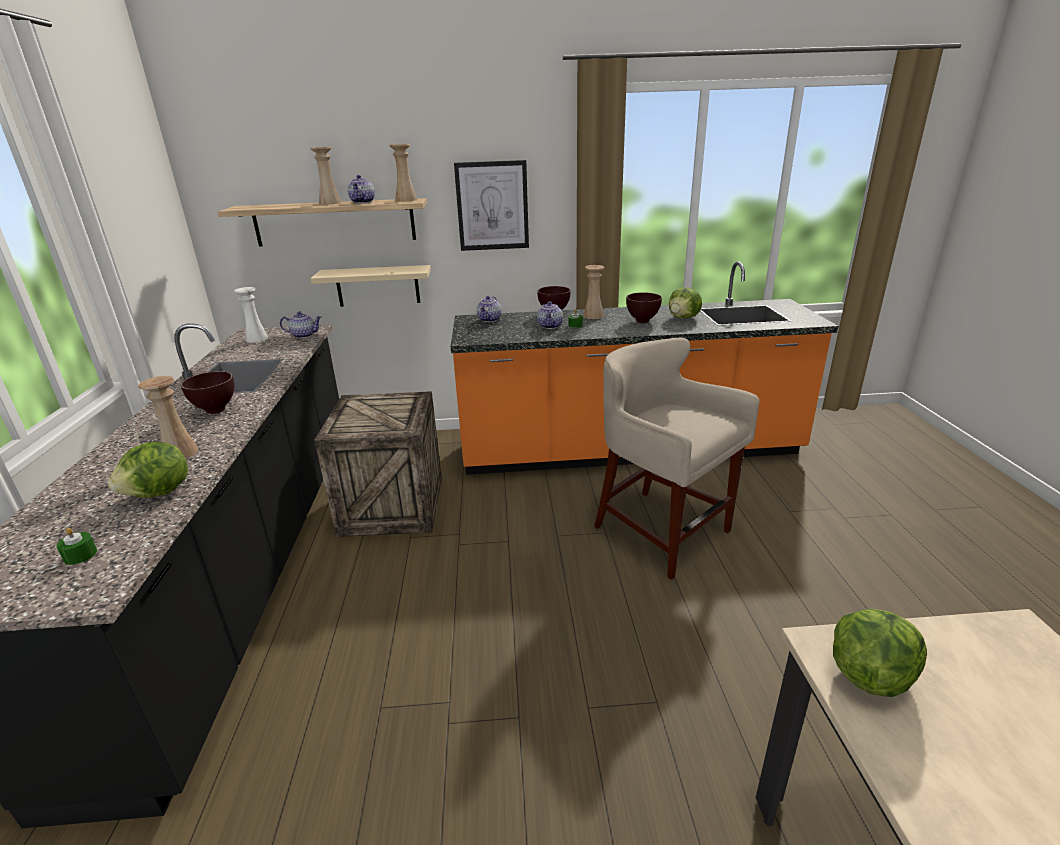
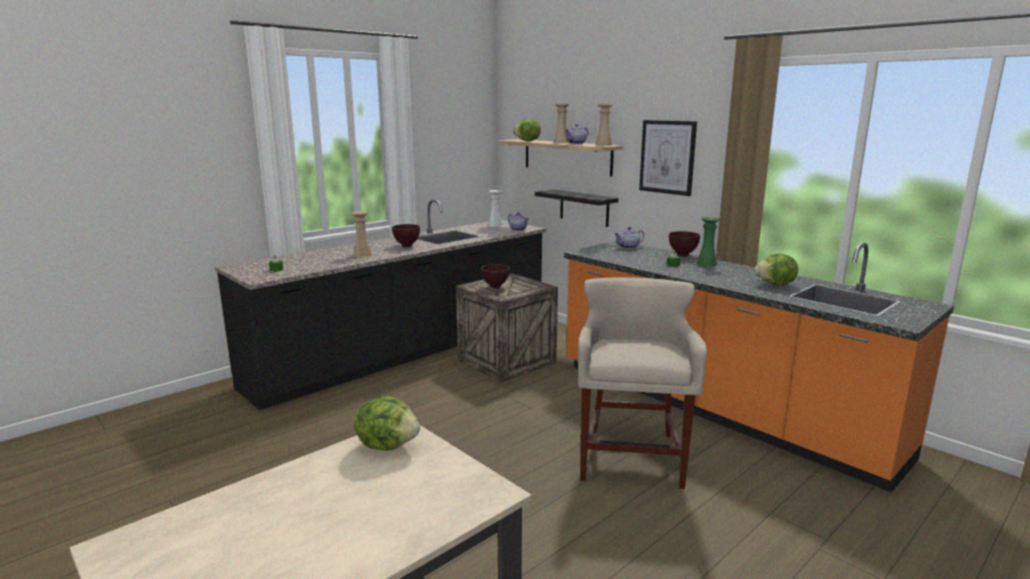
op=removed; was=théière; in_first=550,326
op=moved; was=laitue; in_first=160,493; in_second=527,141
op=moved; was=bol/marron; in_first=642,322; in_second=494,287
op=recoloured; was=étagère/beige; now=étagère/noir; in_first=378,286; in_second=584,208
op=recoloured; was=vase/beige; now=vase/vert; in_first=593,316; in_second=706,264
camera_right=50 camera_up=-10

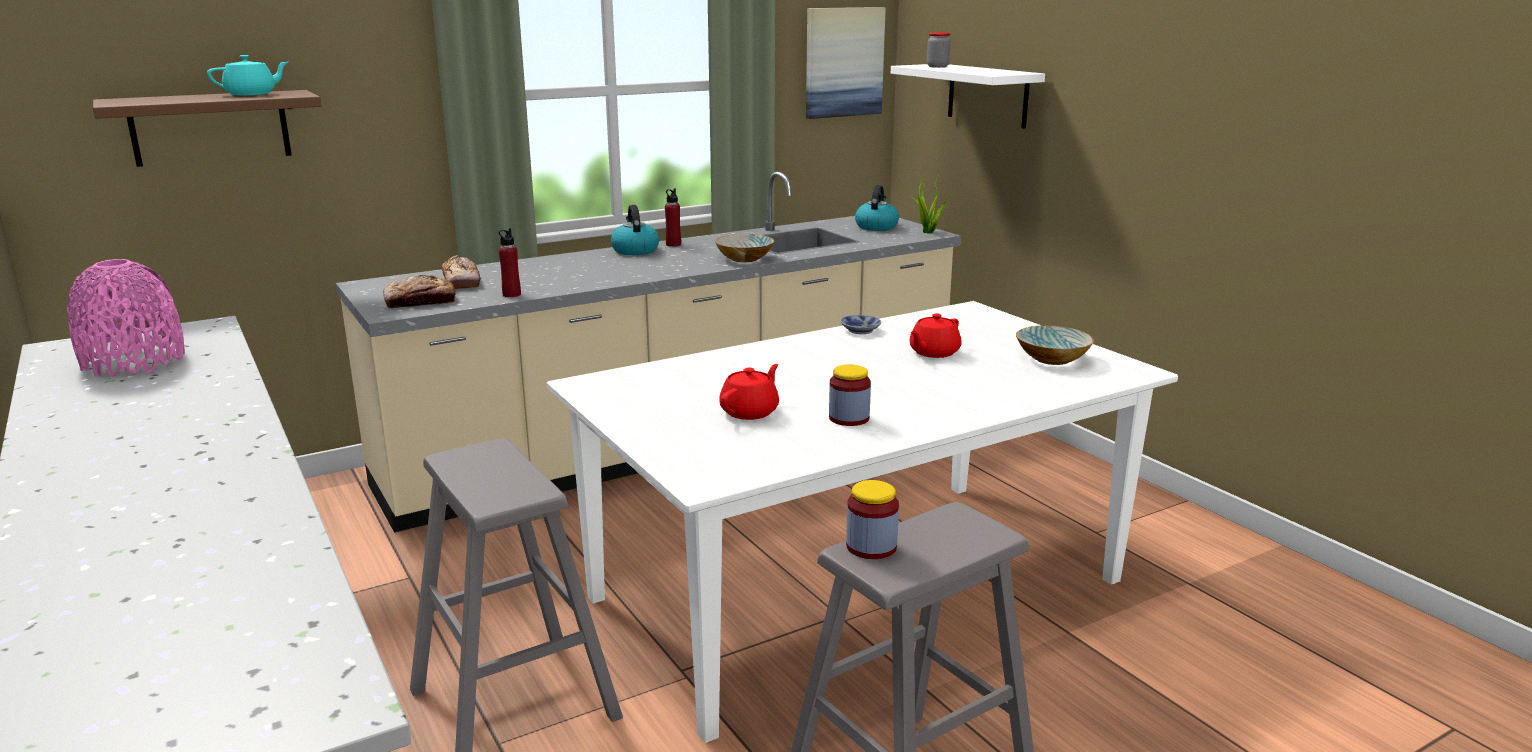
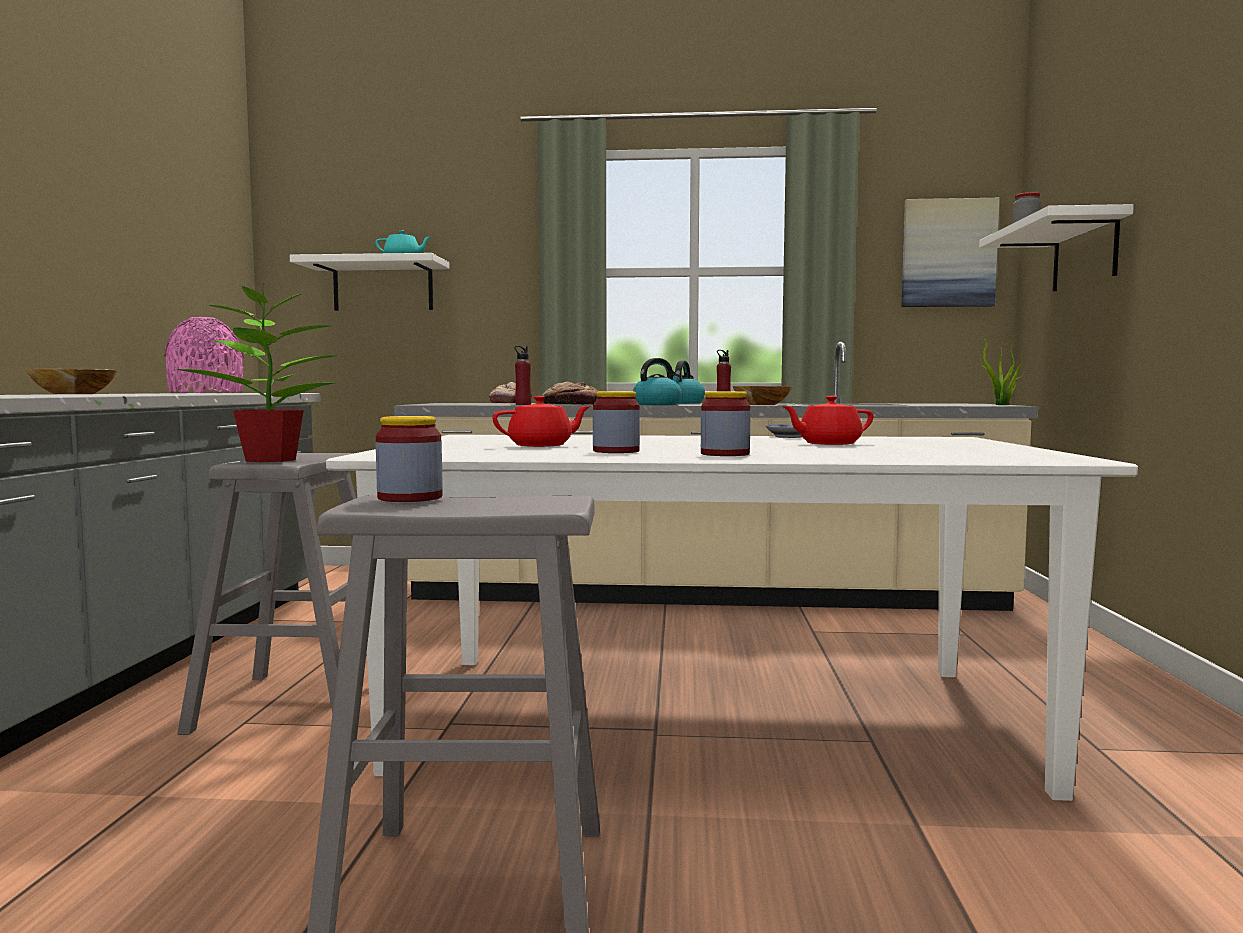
op=added; now=plante en pot; in_second=273,460
op=added; now=bocal; in_second=725,454
op=moved; was=pain; in_first=420,302; in_second=571,404
op=moved; was=bouilloire; in_first=876,227; in_second=657,404
op=moved; was=bol; in_first=1053,359; in_second=74,394
op=recoloured; was=étagère/marron; now=étagère/blanc; in_first=210,127; in_second=383,286
camera_right=35 camera_up=-15

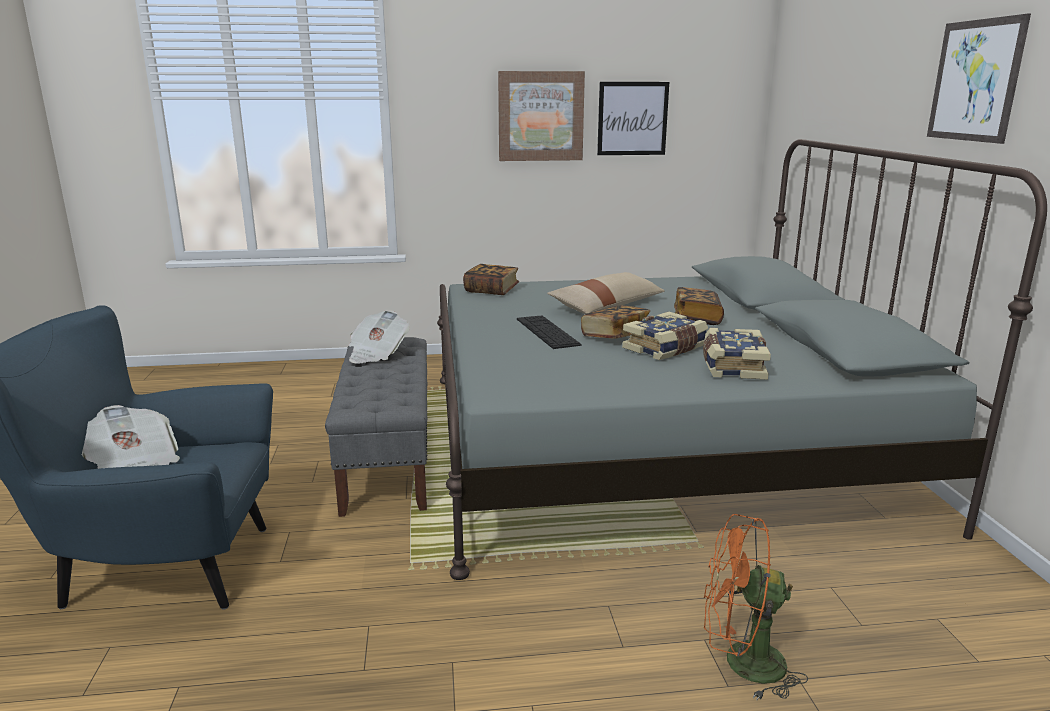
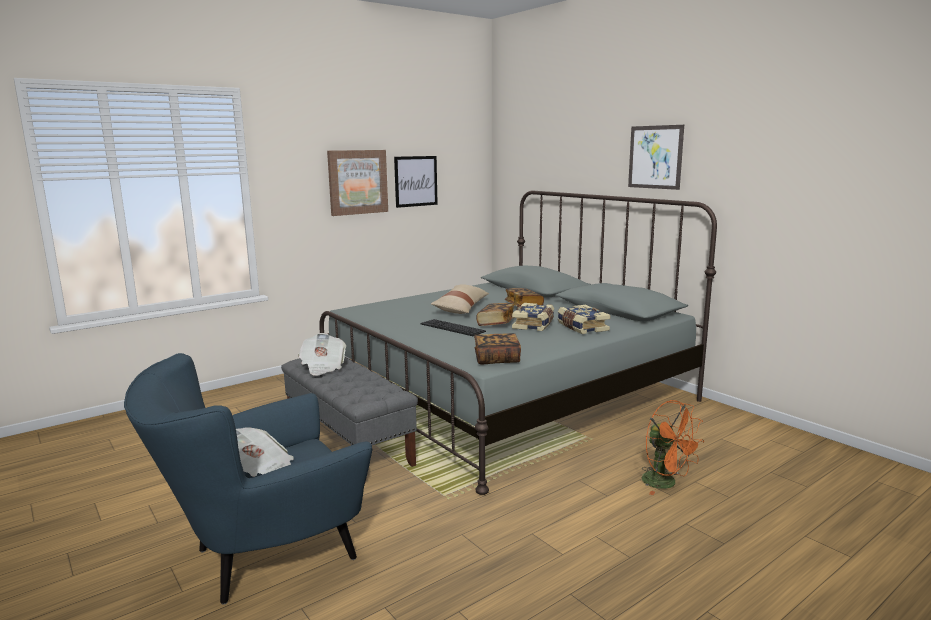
op=moved; was=livre; in_first=491,290; in_second=497,359
op=turned; was=ventilateur/orange; in_first=741,663; in_second=666,483; clockwise=-105
camera_right=-30 camera_up=-5

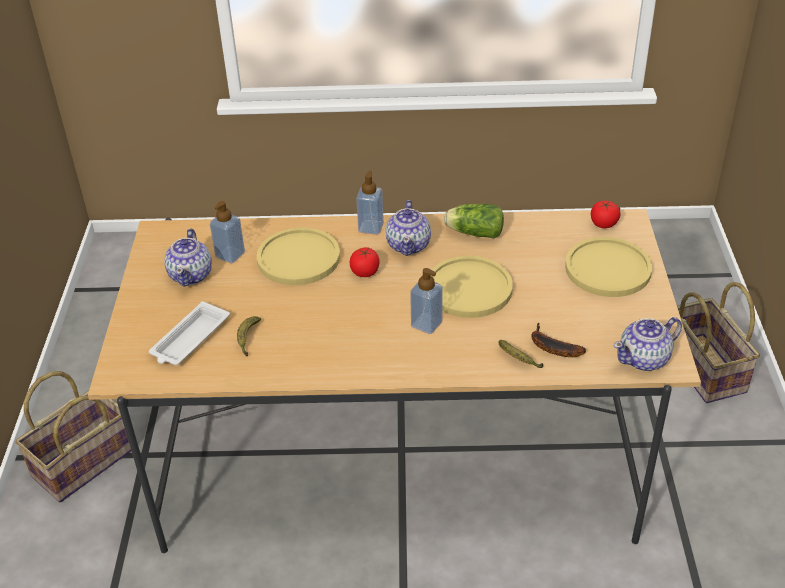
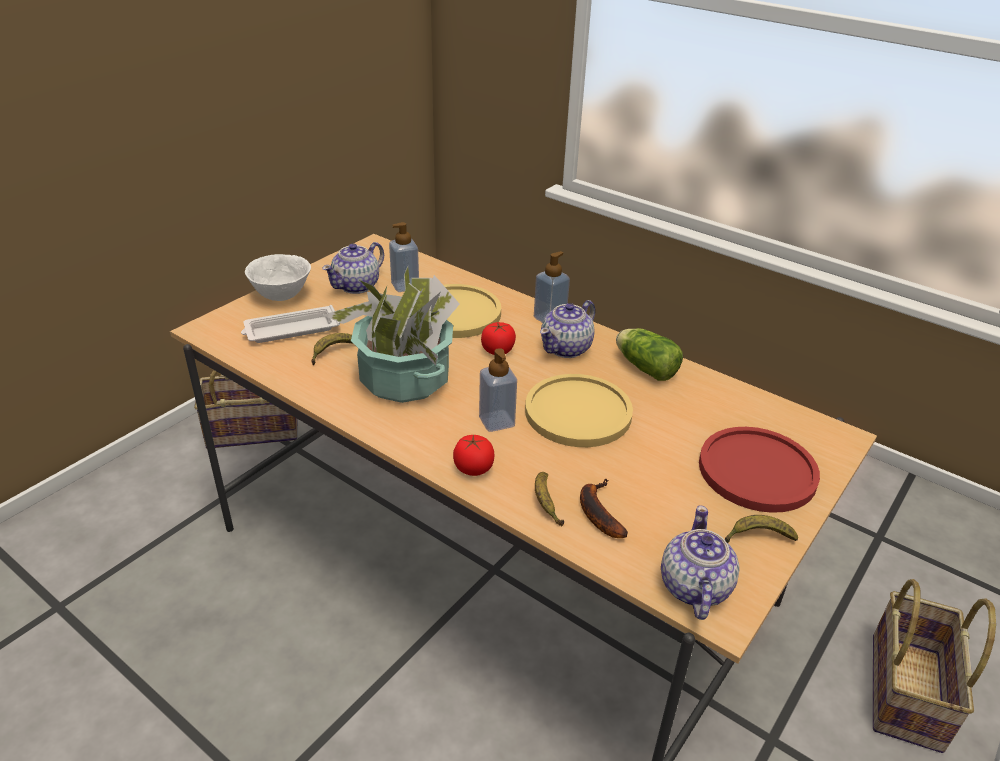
op=added; now=bol/blanc; in_second=282,296
op=added; now=plante en pot; in_second=405,379
op=added; now=banane; in_second=757,537
op=moved; was=tomate; in_first=603,224; in_second=473,468
op=recoloured; was=assiette/jaune; now=assiette/rouge; in_first=608,269; in_second=757,471
op=turned; was=théière; in_first=644,359; in_second=693,587; clockwise=90
camera_right=35 camera_up=-5

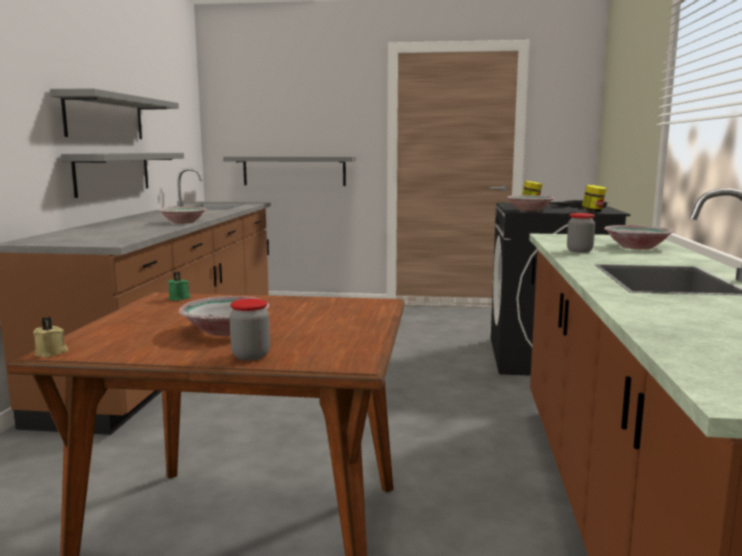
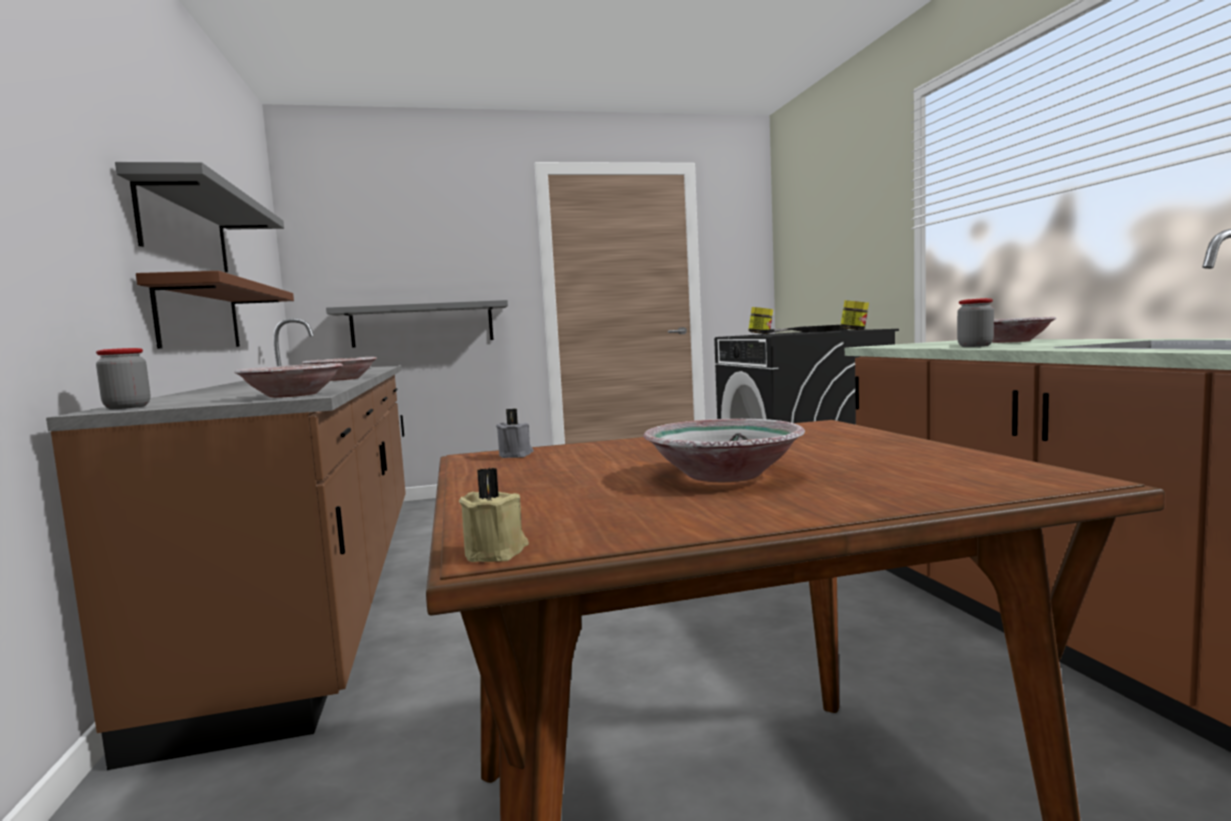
op=moved; was=bocal; in_first=251,355; in_second=127,407
op=moved; was=bol; in_first=530,210; in_second=294,395
op=recoloured; was=étagère/gris; now=étagère/marron; in_first=113,173; in_second=200,316
op=recoloured; was=bougie/vert; now=bougie/gris; in_first=180,298; in_second=516,455
camera_right=-20 camera_up=-5

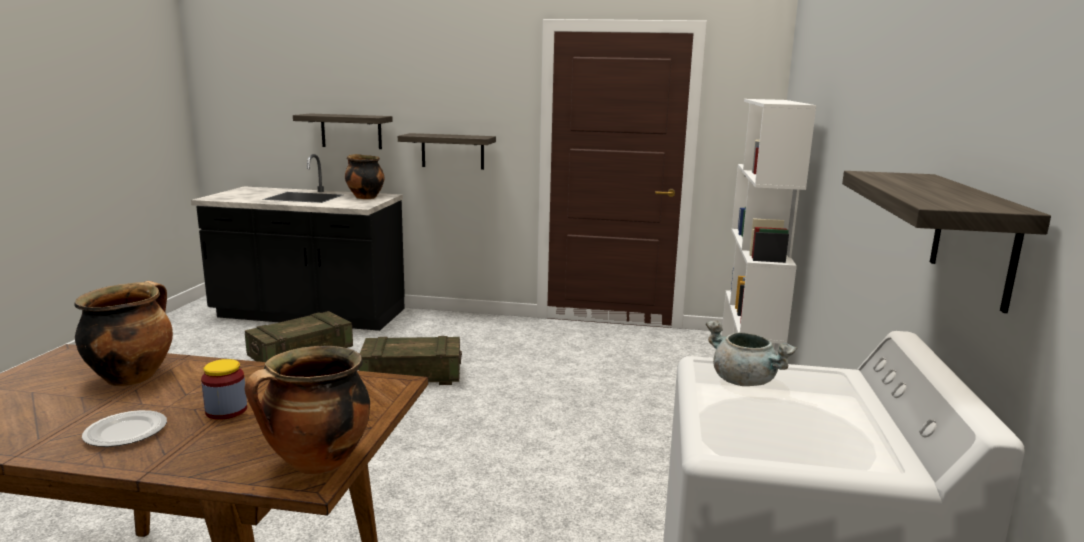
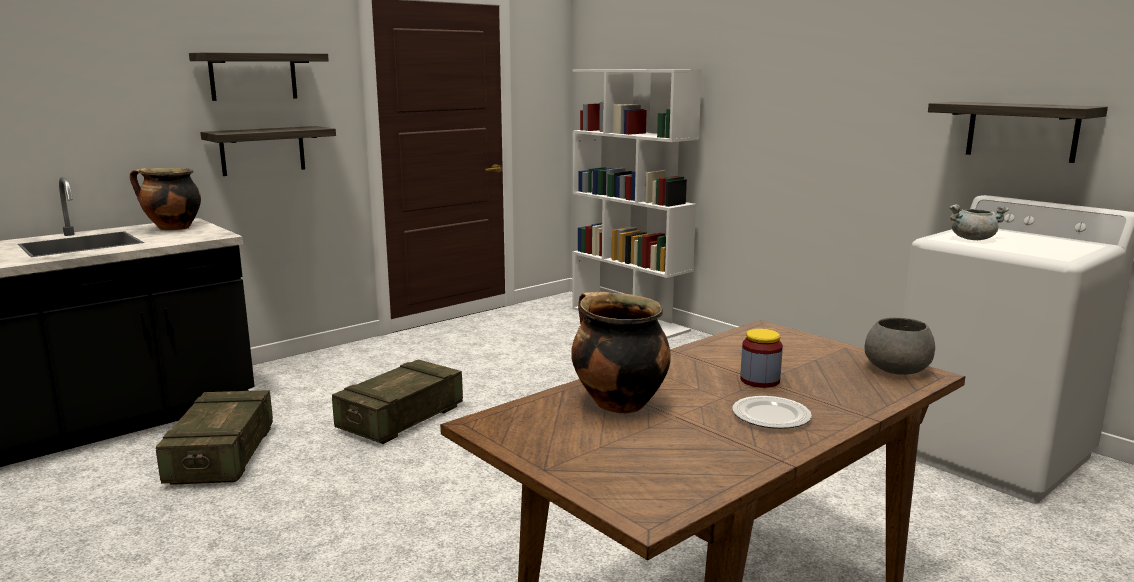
op=moved; was=étagère; in_first=351,131; in_second=253,76
op=replaced; was=marmite; now=bol/gris; in_first=317,463; in_second=898,369
camera_right=-50 camera_up=0

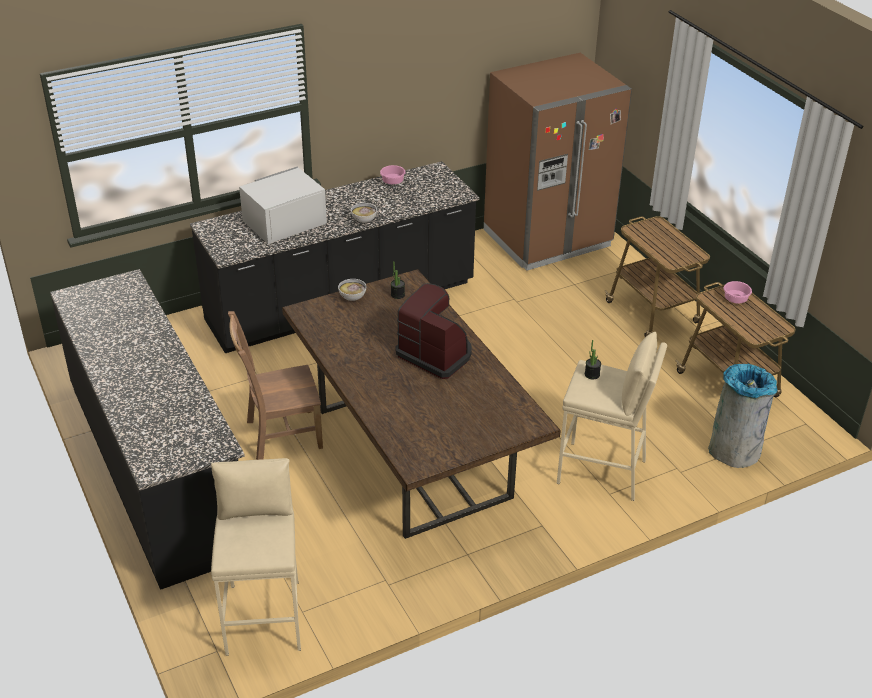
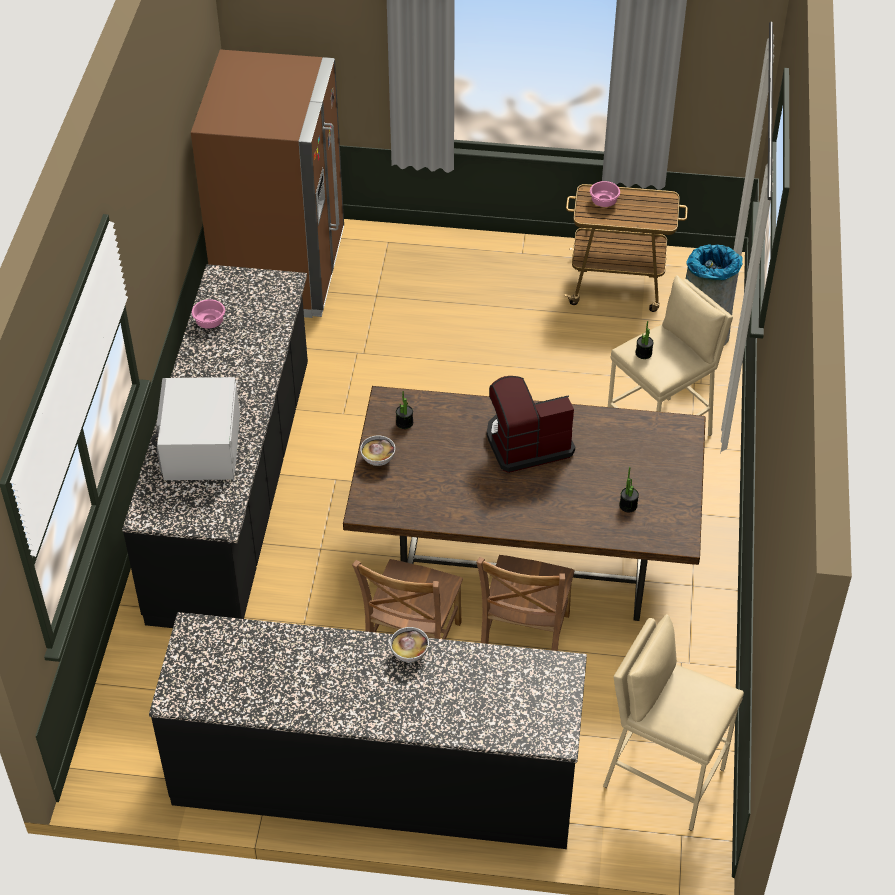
op=removed; was=chariot; in_first=653,313
op=added; now=chaise/marron; in_second=523,641
op=added; now=plante en pot; in_second=628,505
op=moved; was=bol; in_first=364,221; in_second=410,654
camera_right=-55 camera_up=10

